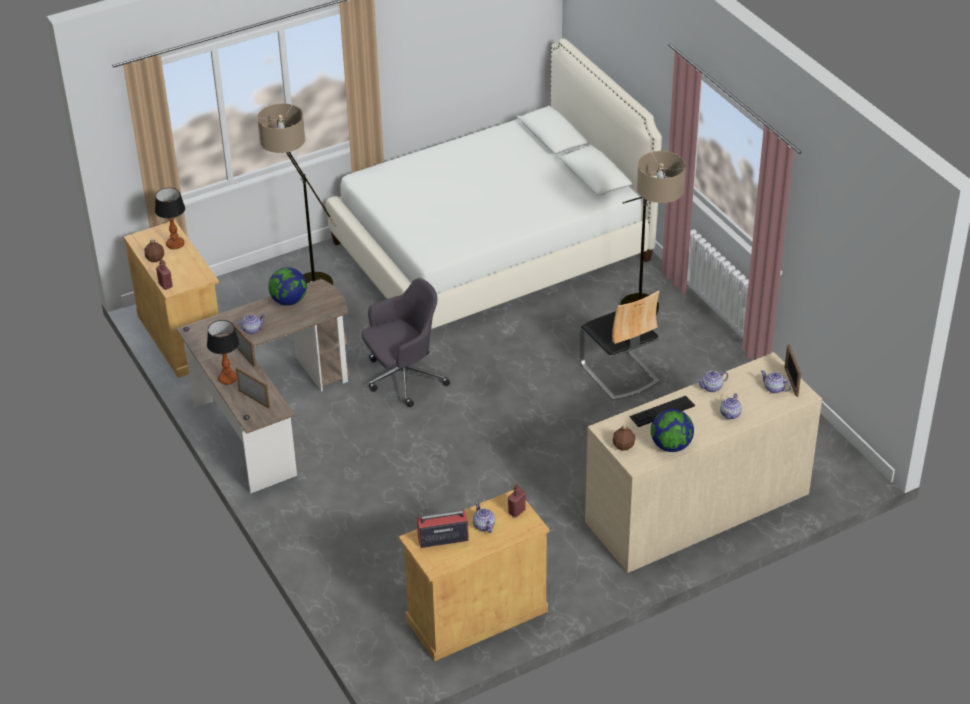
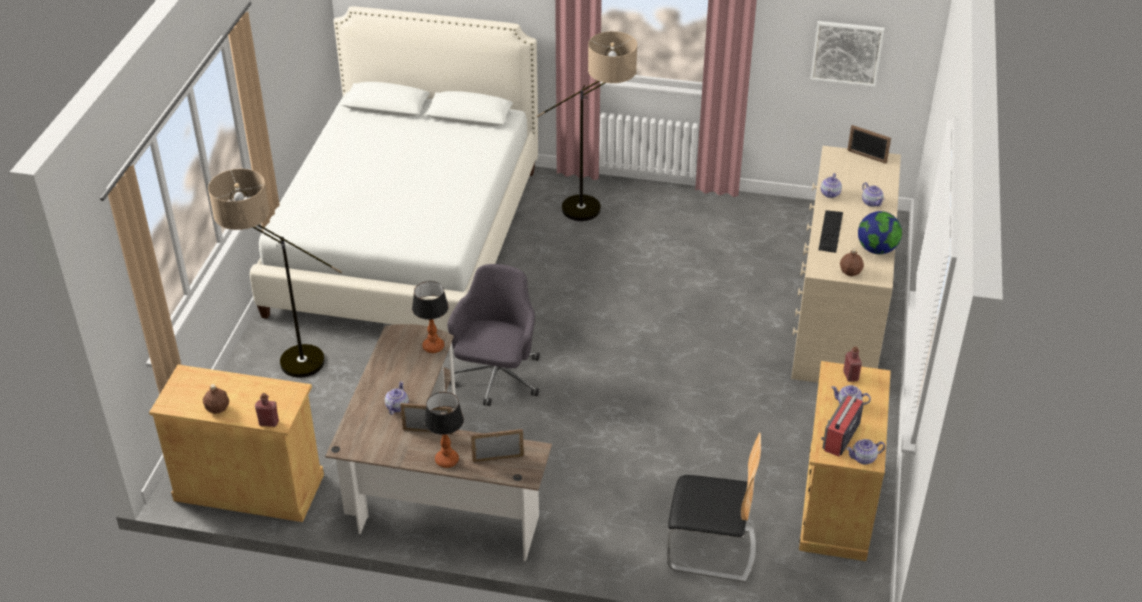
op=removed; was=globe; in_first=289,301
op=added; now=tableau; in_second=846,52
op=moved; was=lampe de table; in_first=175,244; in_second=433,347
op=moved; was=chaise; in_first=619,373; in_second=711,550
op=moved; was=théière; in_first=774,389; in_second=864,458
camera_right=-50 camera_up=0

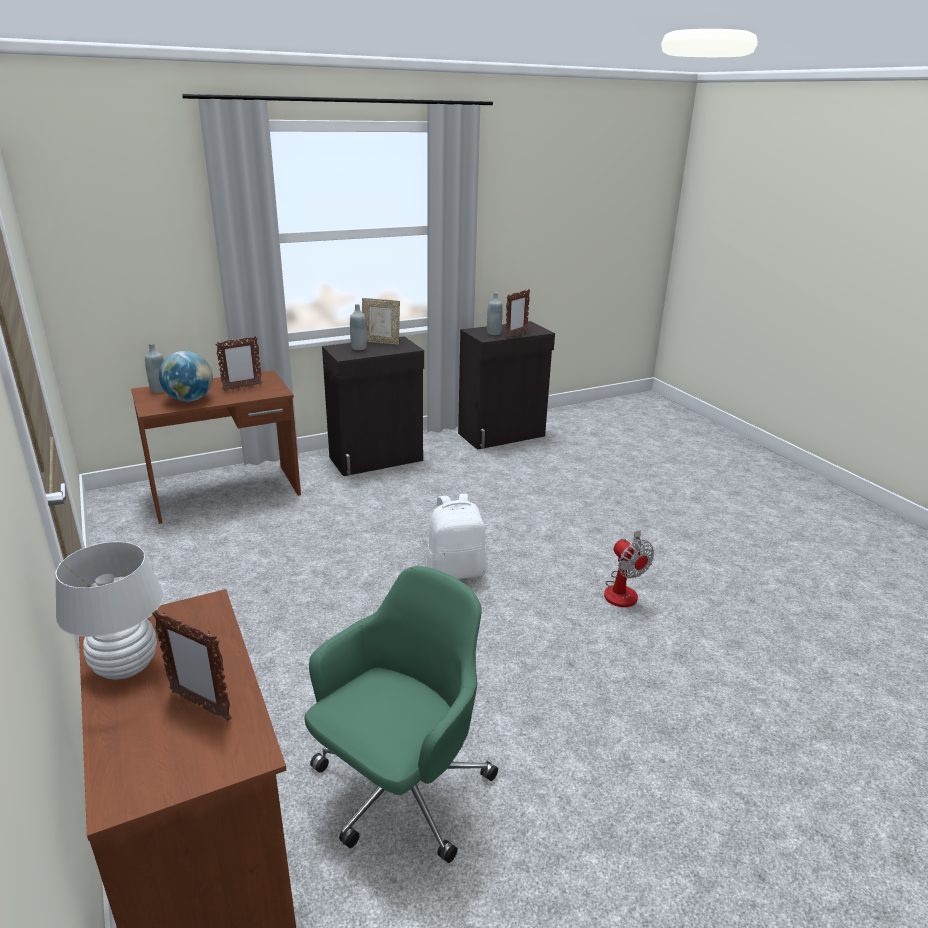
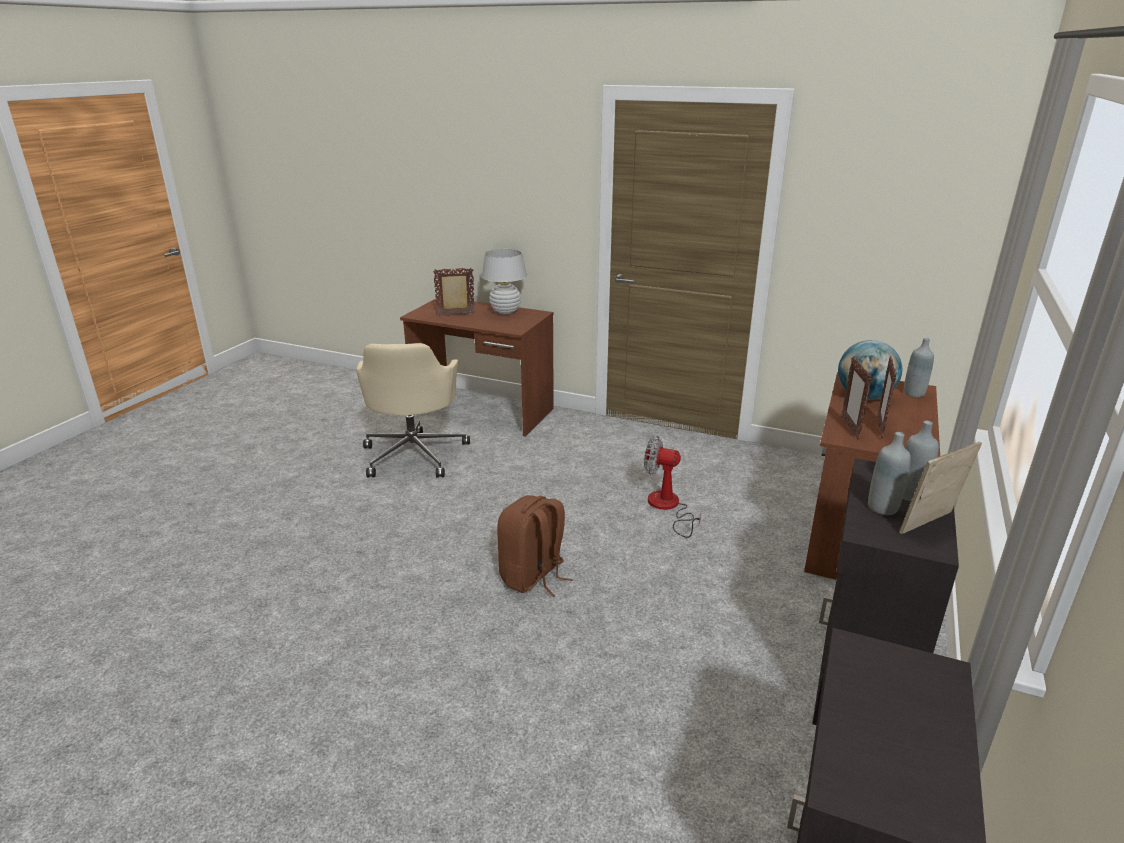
op=moved; was=bouteille/gris; in_first=494,333; in_second=882,508
op=moved; was=cadre photo; in_first=516,335; in_second=850,428
op=moved; was=ventilateur; in_first=623,590; in_second=668,507
op=recoloured; was=chaise de bureau/vert; now=chaise de bureau/beige; in_first=400,790; in_second=414,454
op=recoloured; was=sac à dos/blanc; now=sac à dos/marron; in_first=456,571; in_second=533,577
camera_right=140 camera_up=0

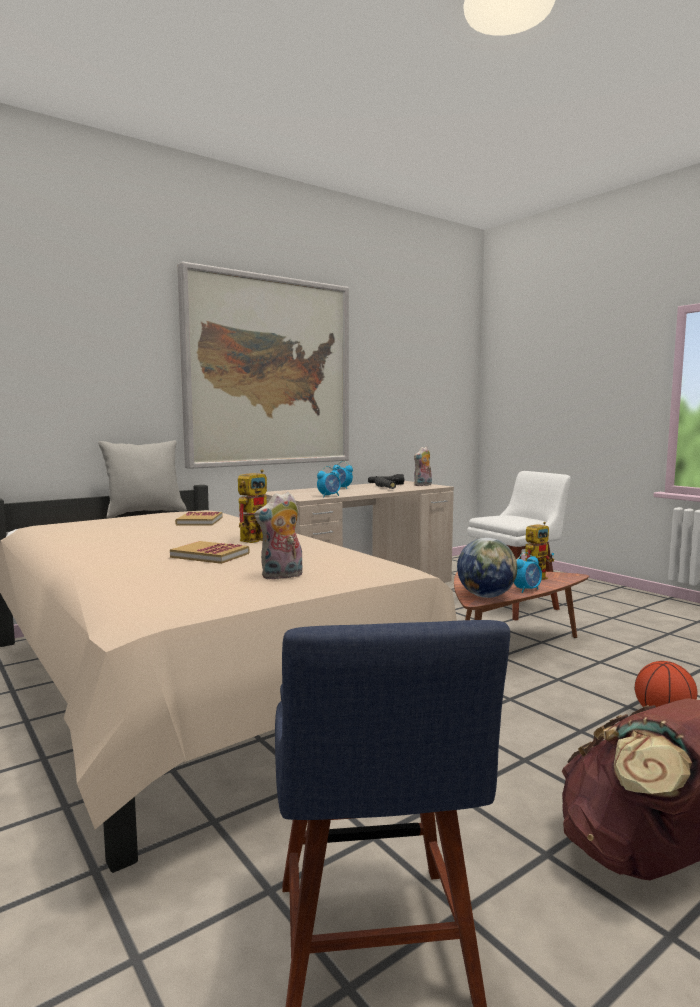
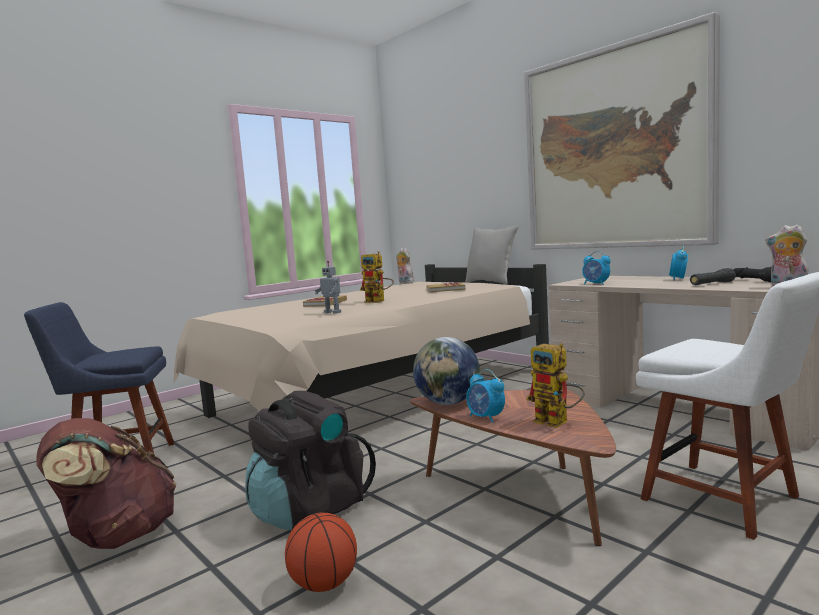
op=added; now=sac à dos/noir; in_second=310,509
op=added; now=robot jouet; in_second=333,312
op=moved; was=peluche; in_first=282,576; in_second=404,283
camera_right=85 camera_up=0

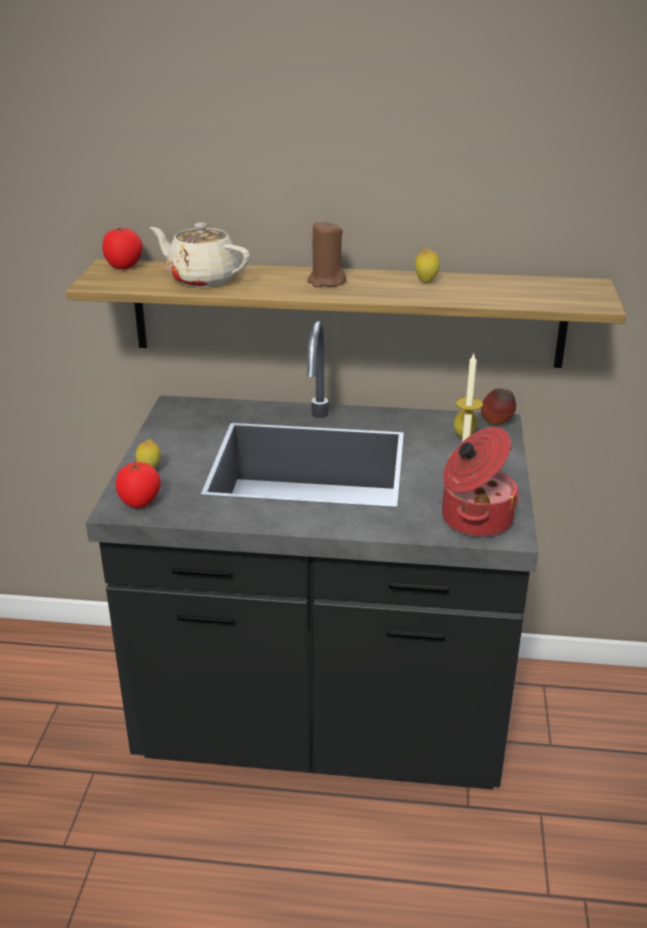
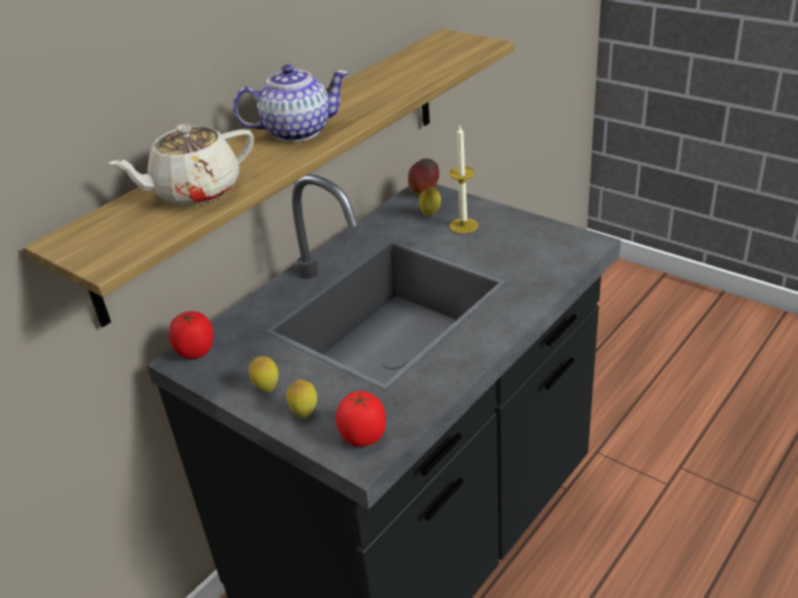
op=removed; was=marmite; in_first=474,519
op=moved; was=tomate; in_first=124,267; in_second=196,351
op=moved; was=citron; in_first=426,281; in_second=267,388
op=replaced; was=bougie/marron; now=théière; in_first=326,282; in_second=296,131
camera_right=-55 camera_up=5

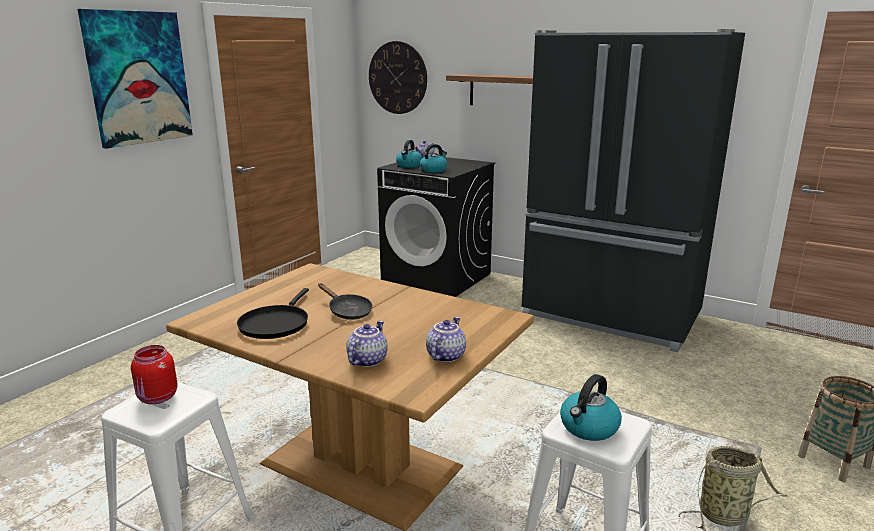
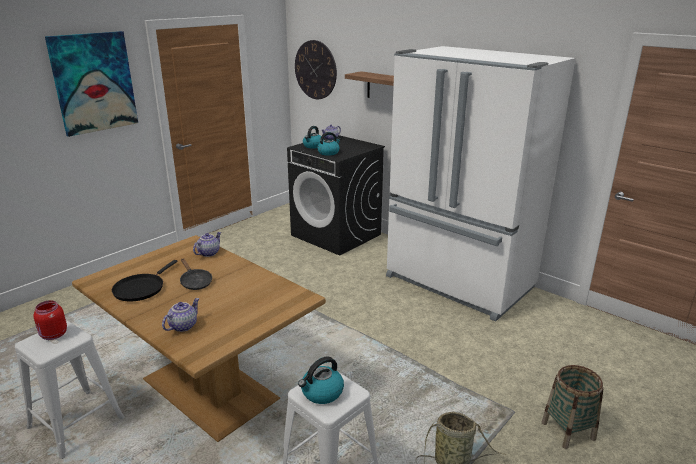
op=moved; was=théière; in_first=445,356; in_second=208,253
op=recoloured; was=réfrigérateur/noir; now=réfrigérateur/blanc; in_first=610,317; in_second=458,283
camera_right=10 camera_up=5

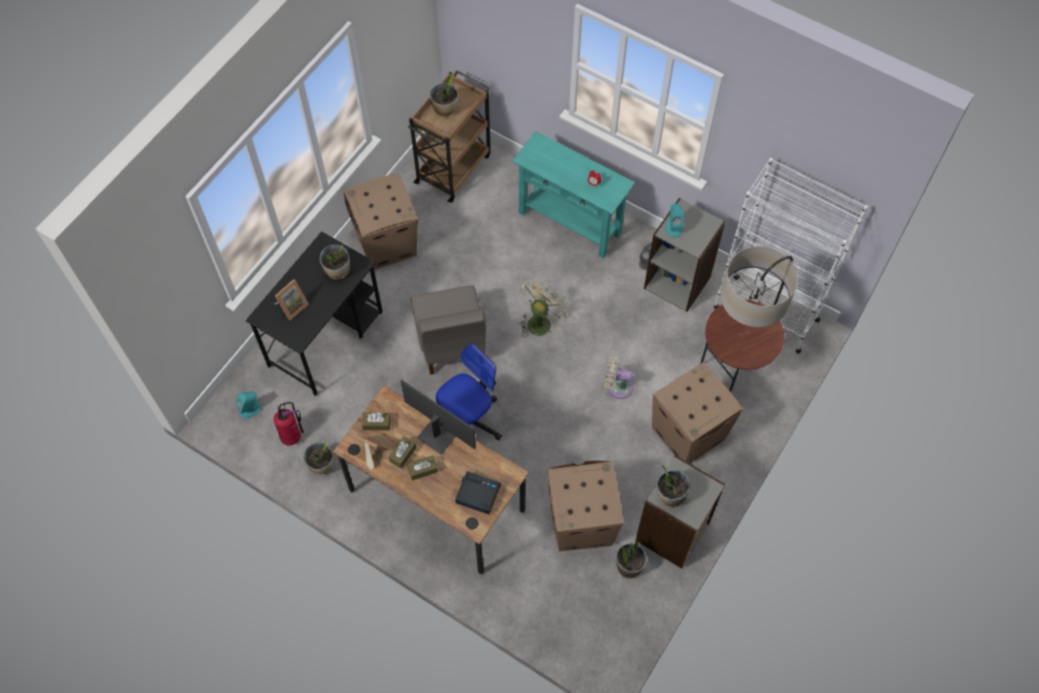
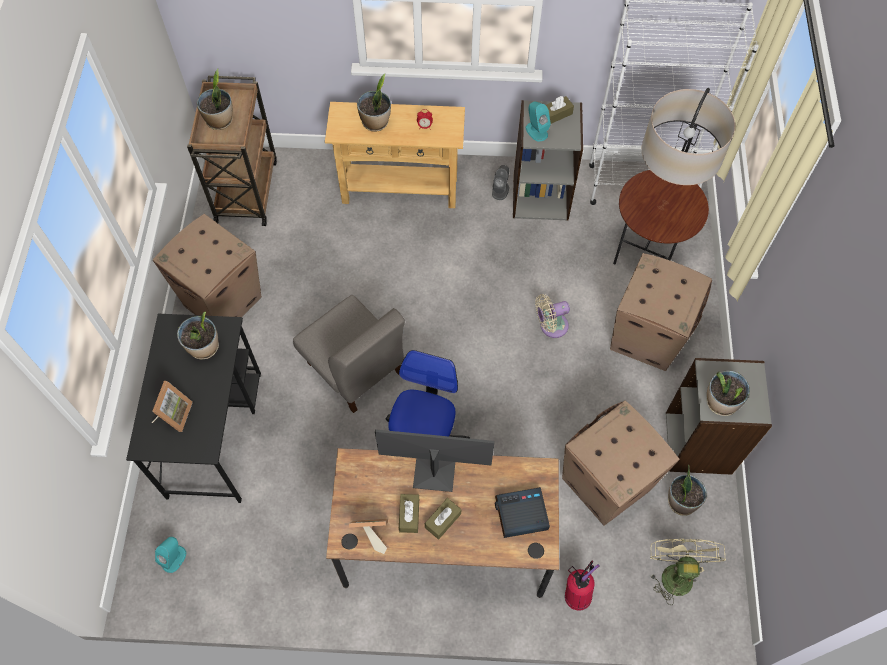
op=moved; was=extincteur; in_first=292,436; in_second=576,595
op=moved; was=plante en pot; in_first=322,465; in_second=376,122
op=moved; was=boîte à mouchoirs/marron; in_first=376,423; in_second=556,114
op=moved; was=ventilateur/beige; in_first=541,321; in_second=674,572
op=recoloured; was=table console/turquoise; now=table console/beige; in_first=569,223; in_second=400,190
camera_right=-30 camera_up=0

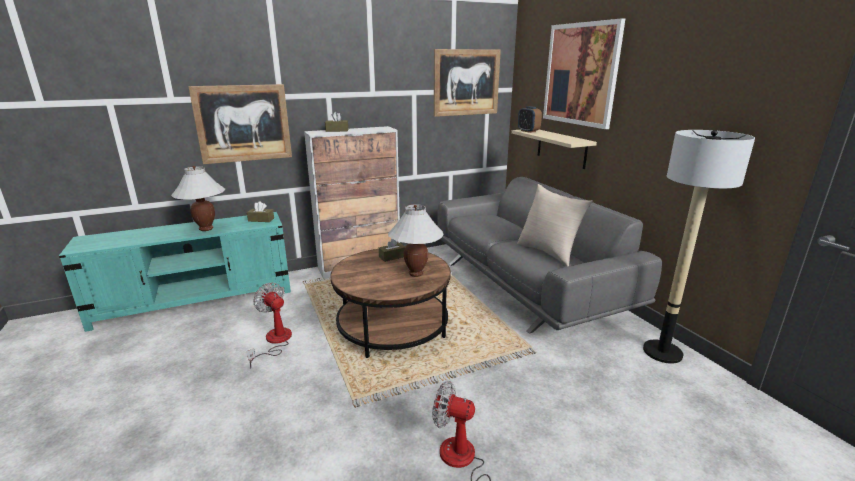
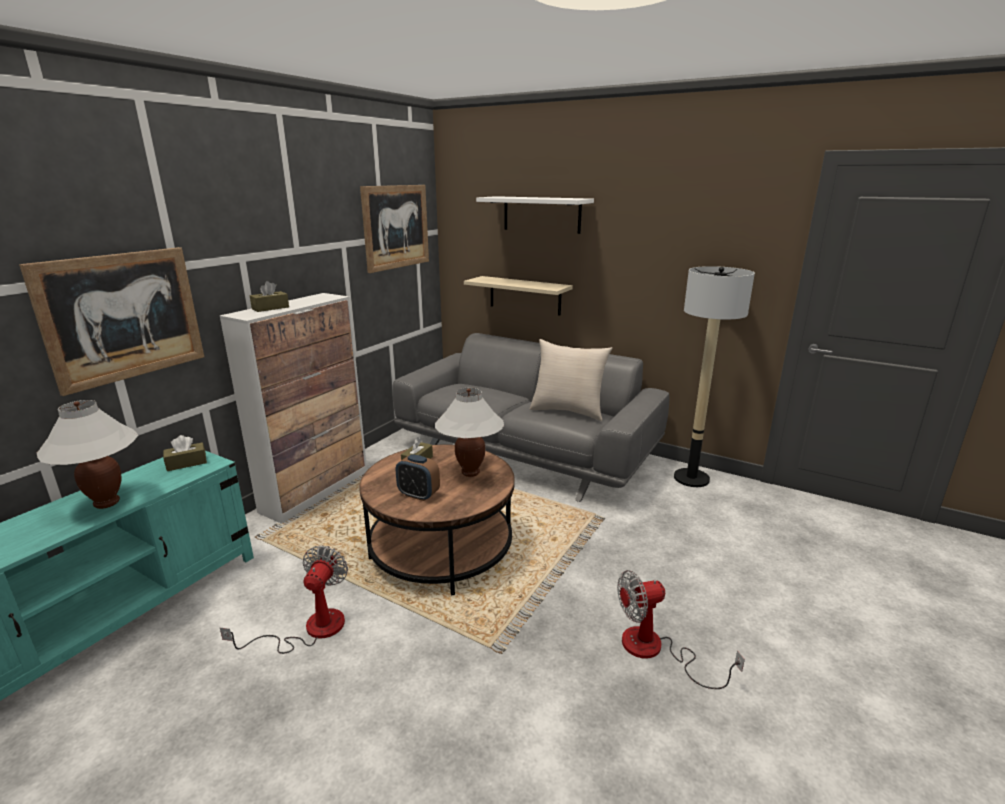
op=moved; was=réveil; in_first=528,131; in_second=418,495
op=replaced; was=tableau; now=étagère/blanc; in_first=580,74; in_second=541,214
op=turned; was=ventilateur; in_first=274,342; in_second=310,629; clockwise=90
camera_right=-35 camera_up=0

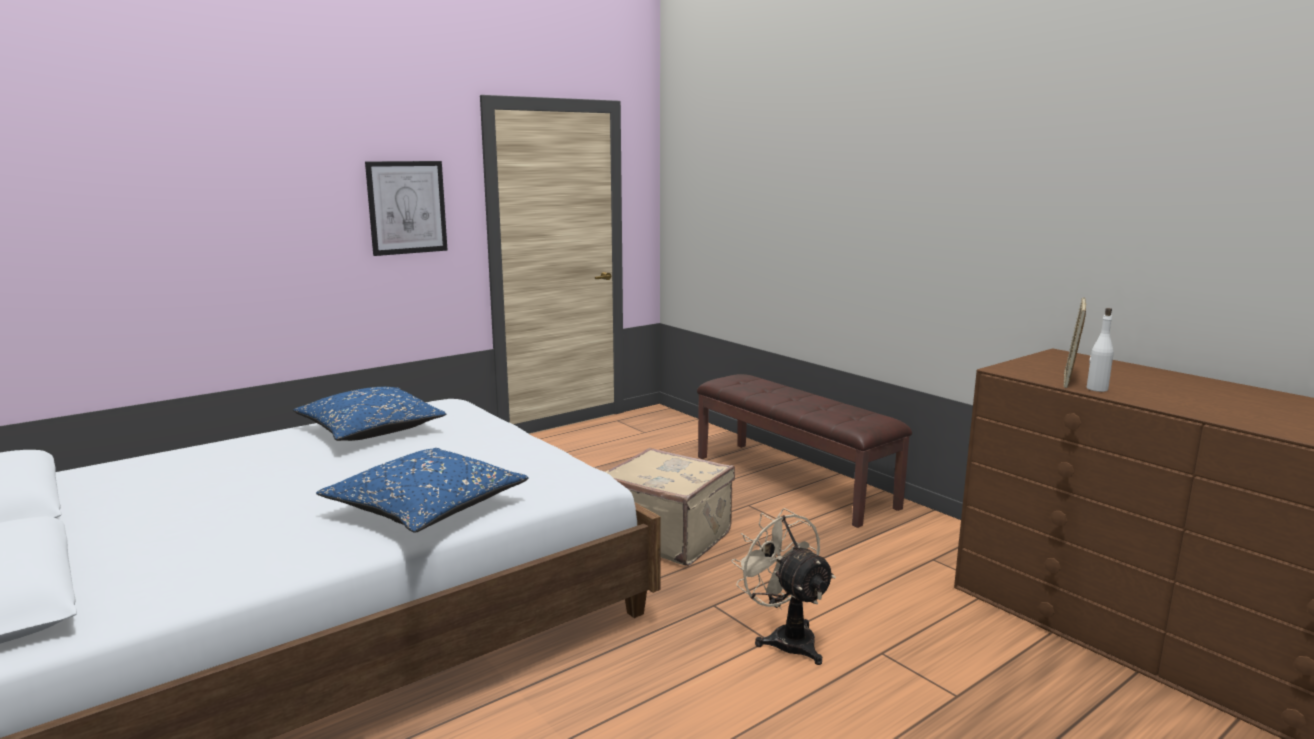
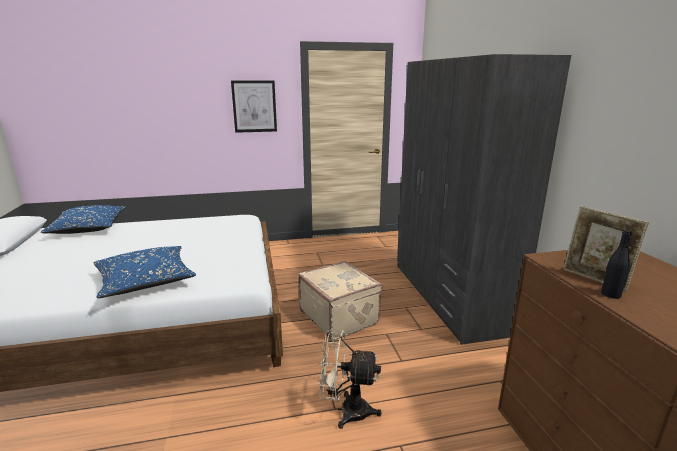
op=moved; was=coussin/bleu; in_first=371,430; in_second=88,228
op=replaced; was=banc/marron; now=armoire/gris; in_first=793,481; in_second=449,296
op=recoloured; was=bouteille/blanc; now=bouteille/noir; in_first=1096,389; in_second=610,294
op=turned; was=ventilateur/beige; in_first=785,638; in_second=346,411; clockwise=-75
op=turned; was=cadre photo; in_first=1069,380; in_second=595,279; clockwise=-90
camera_right=25 camera_up=5

